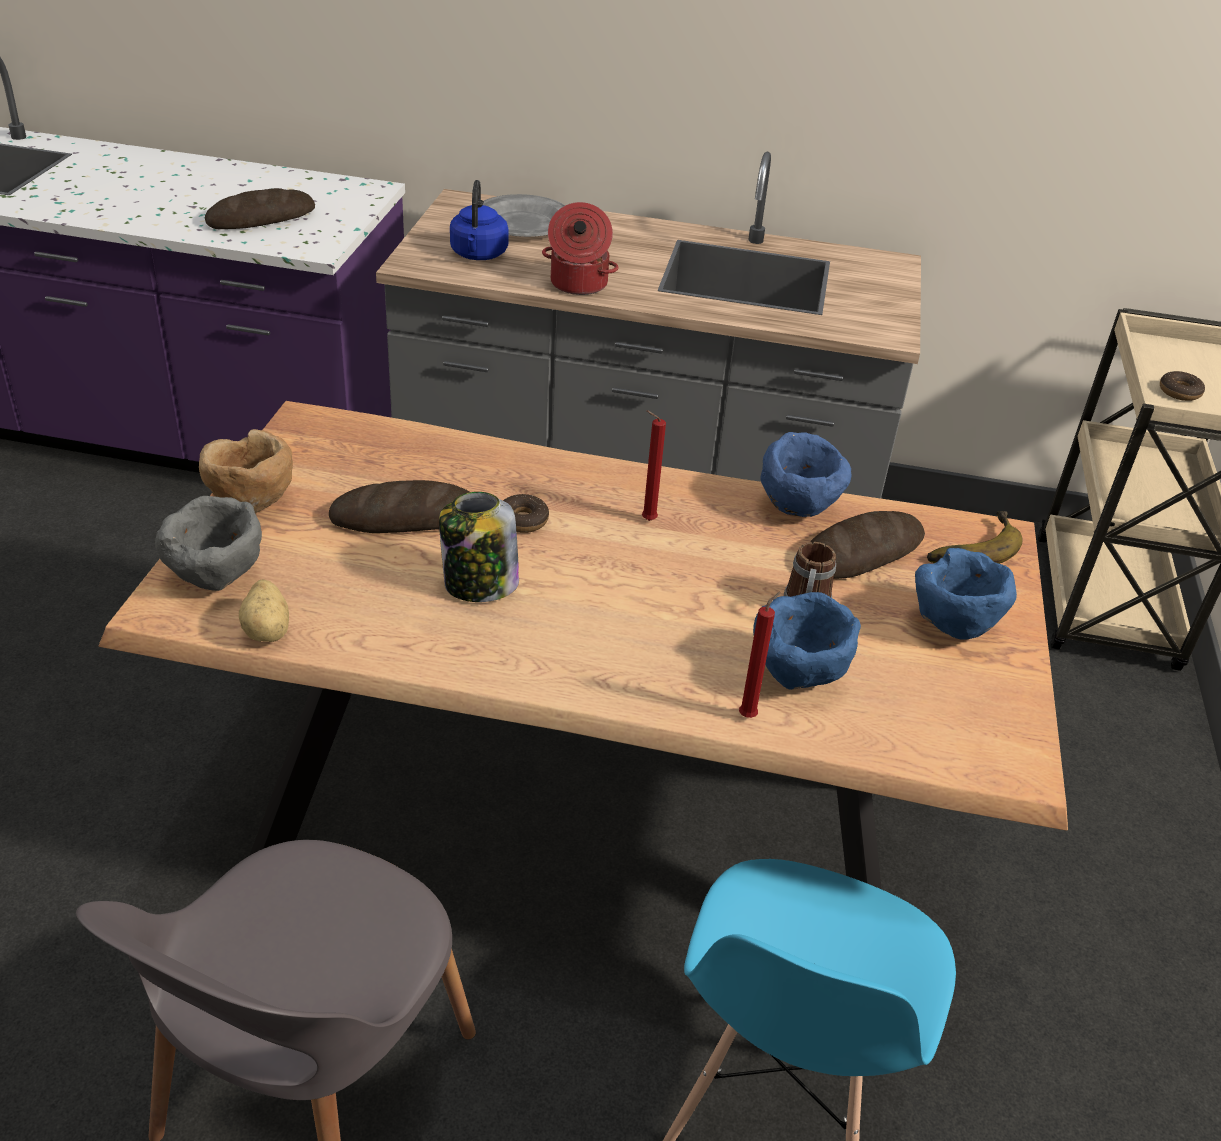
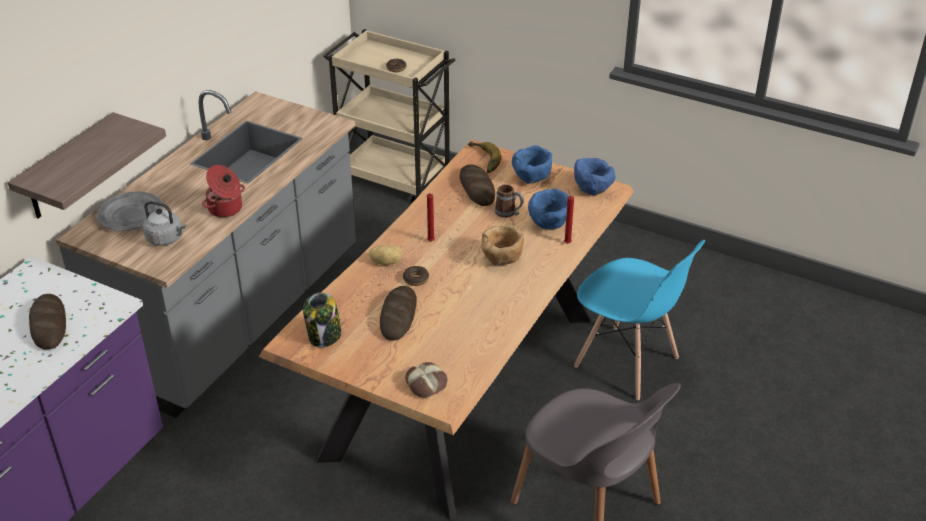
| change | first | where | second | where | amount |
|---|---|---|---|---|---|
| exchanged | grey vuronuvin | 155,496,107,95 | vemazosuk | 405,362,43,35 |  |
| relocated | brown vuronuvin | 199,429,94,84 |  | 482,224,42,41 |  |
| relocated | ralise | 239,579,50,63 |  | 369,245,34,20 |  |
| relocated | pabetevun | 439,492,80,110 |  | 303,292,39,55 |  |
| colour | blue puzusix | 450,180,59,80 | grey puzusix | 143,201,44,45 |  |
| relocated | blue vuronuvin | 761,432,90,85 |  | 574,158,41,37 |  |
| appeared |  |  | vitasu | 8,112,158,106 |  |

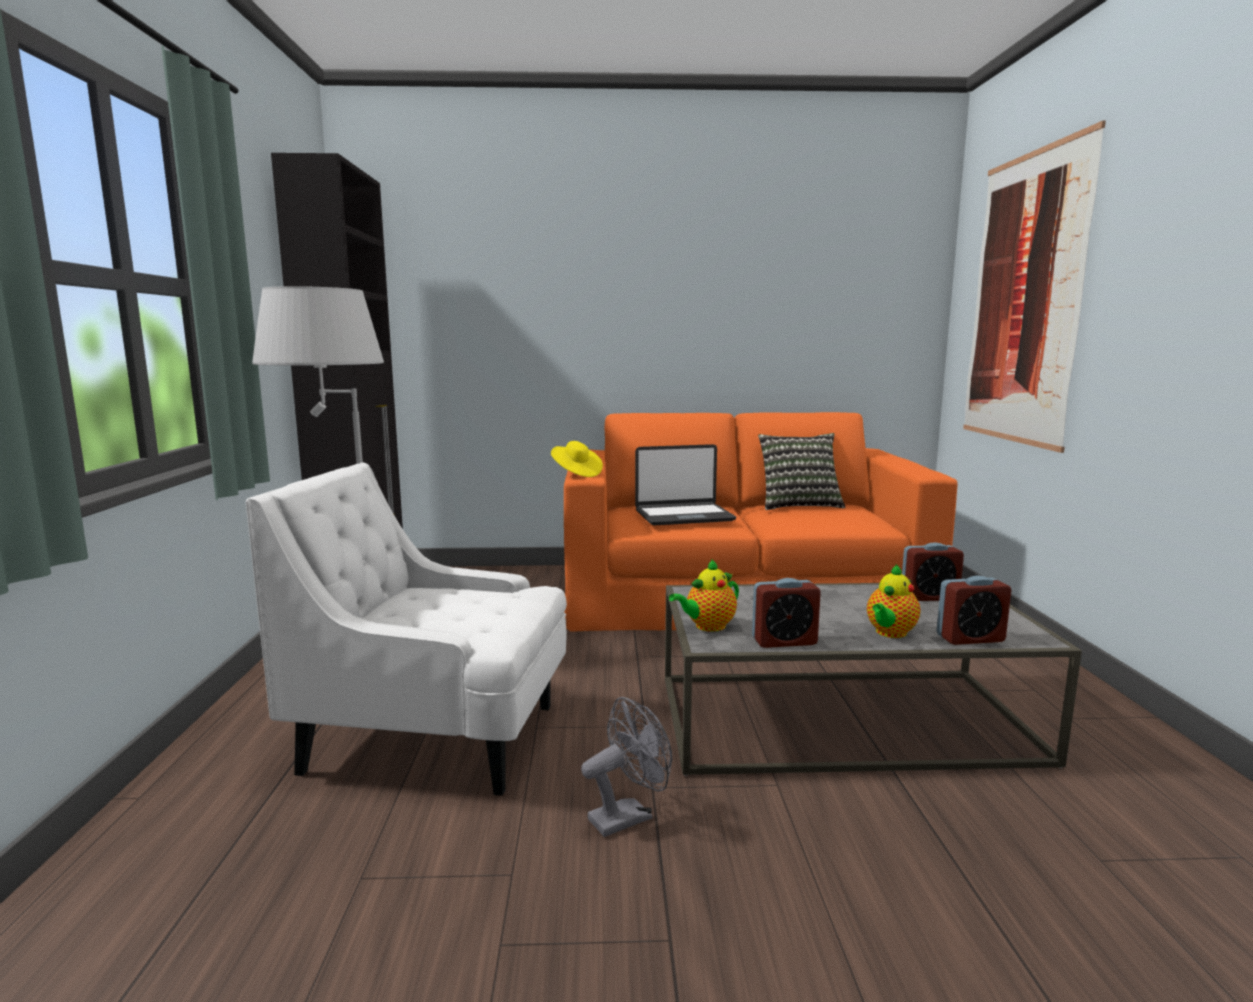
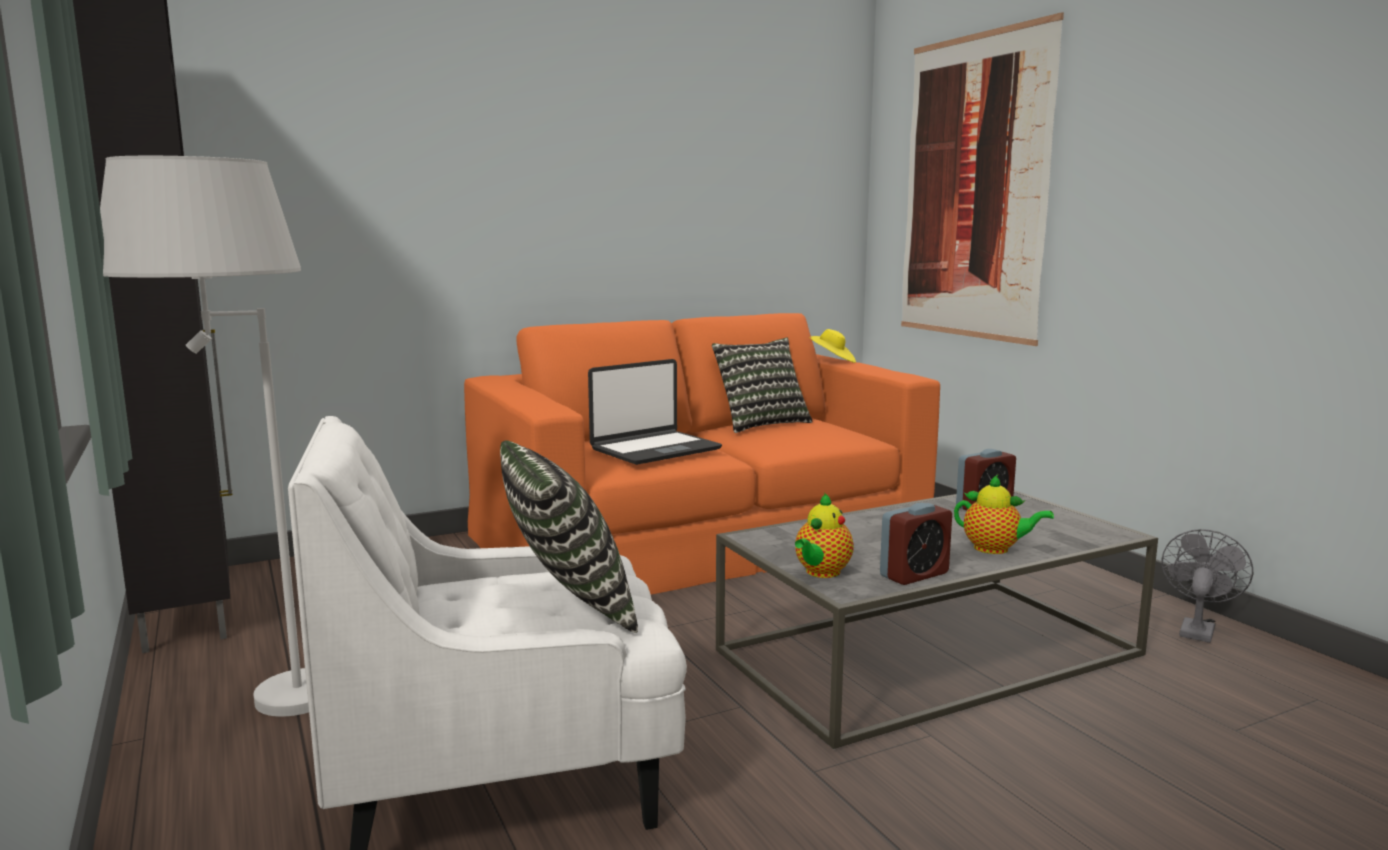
| change | first | where | second | where | amount |
|---|---|---|---|---|---|
| relocated | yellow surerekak | 551,441,52,36 |  | 809,329,47,34 |  |
| relocated | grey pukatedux | 581,697,91,140 |  | 1162,529,91,114 |  |
| spun | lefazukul | 867,564,53,74 |  | 954,475,100,79 | 75 degrees counterclockwise |
| missing | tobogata | 937,575,74,70 |  |  |  |
| appeared |  |  | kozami | 500,440,138,193 |  |

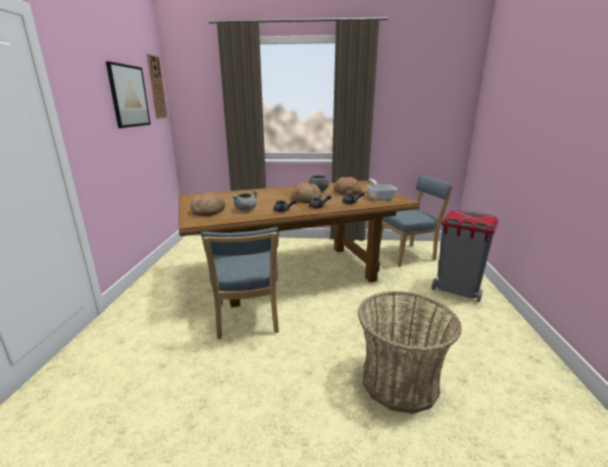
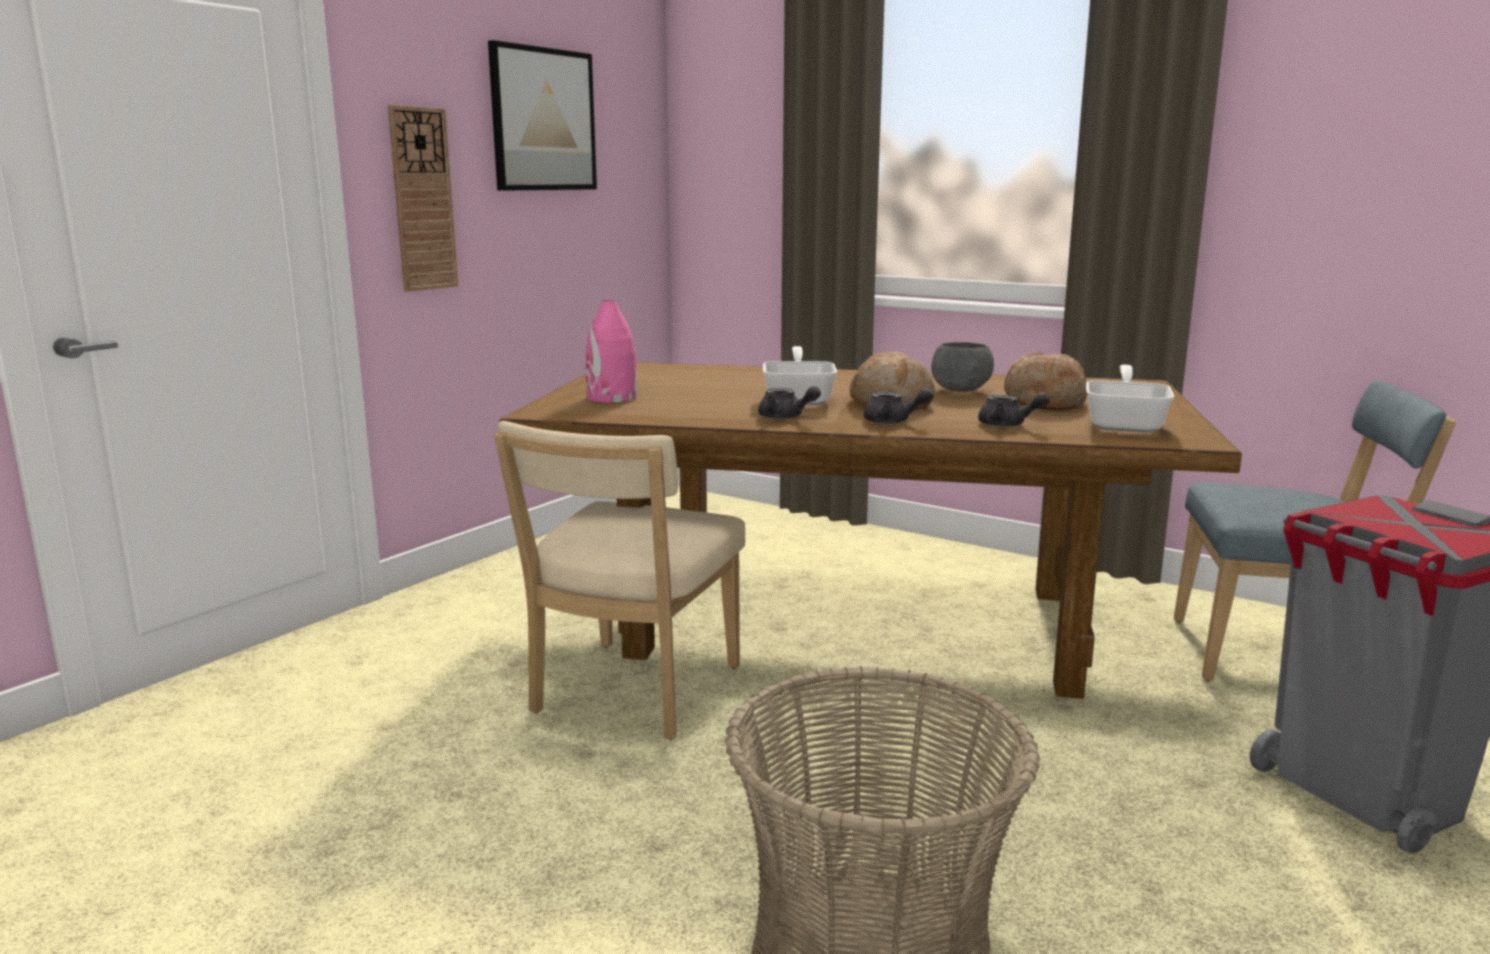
| change | first | where | second | where | amount |
|---|---|---|---|---|---|
| relocated | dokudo | 147,54,21,65 |  | 388,105,70,187 |  |
| exchanged | vemazosuk | 190,192,35,24 | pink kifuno | 586,300,51,103 |  |
| colour | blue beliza | 201,227,78,112 | beige beliza | 494,421,251,318 |  |
| missing | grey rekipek | 232,190,26,21 |  |  |  |
| appeared |  |  | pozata | 763,346,74,59 |  |

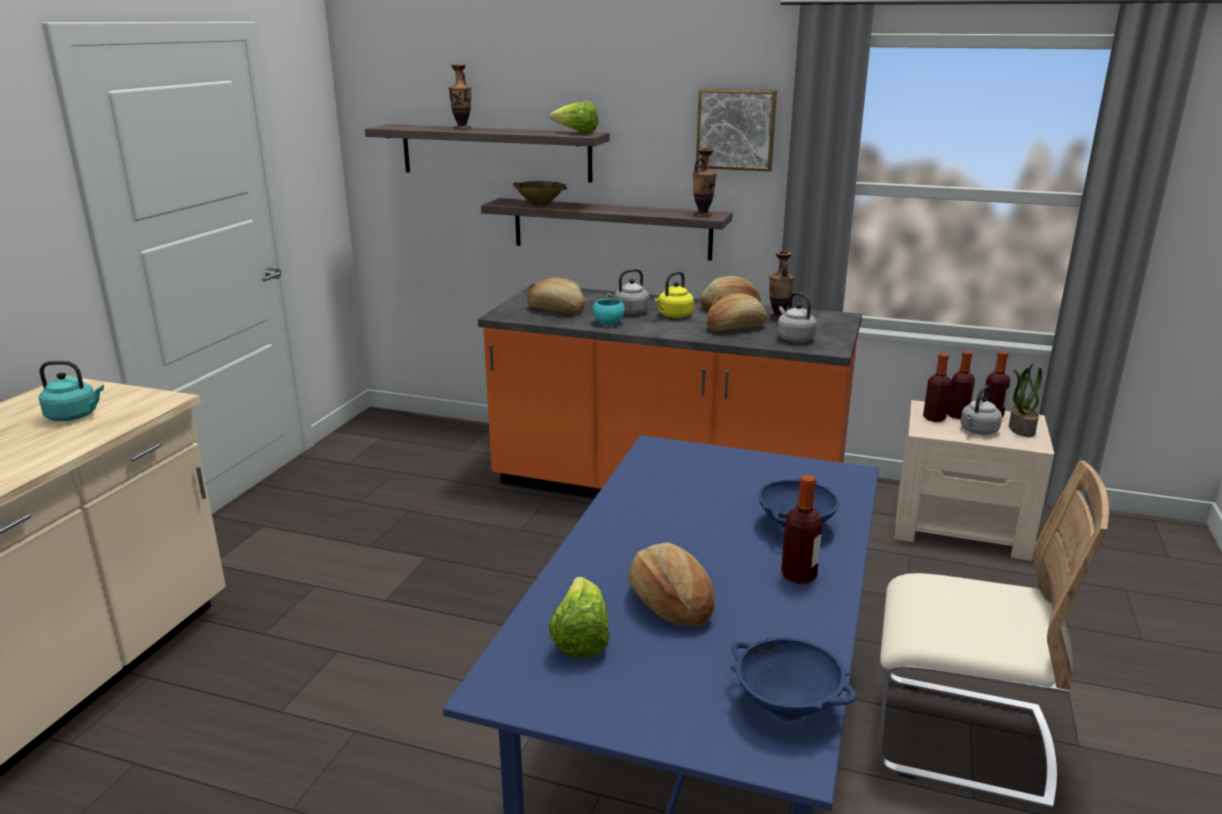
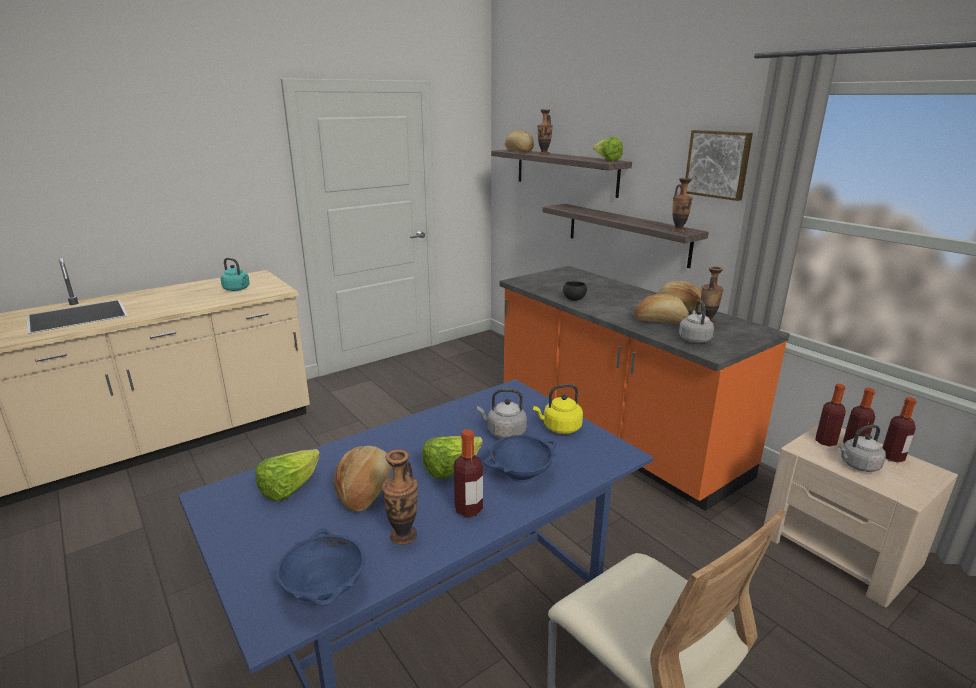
| change | first | where | second | where | amount |
|---|---|---|---|---|---|
| missing | beige vuronuvin | 513,181,54,25 |  |  |  |
| relocated | vemazosuk | 527,278,58,35 |  | 505,131,29,22 |  |
| colour | turquoise vuronuvin | 593,299,32,26 | black vuronuvin | 563,281,24,20 |  |
| relocated | grey puzusix | 606,269,43,46 |  | 477,389,50,50 |  |
| relocated | yellow puzusix | 654,271,40,47 |  | 533,384,50,50 |  |
| missing | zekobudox | 1009,363,33,74 |  |  |  |
| appeared |  |  | kifuno | 382,450,36,95 |  |
| appeared |  |  | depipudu | 422,436,61,43 |  |

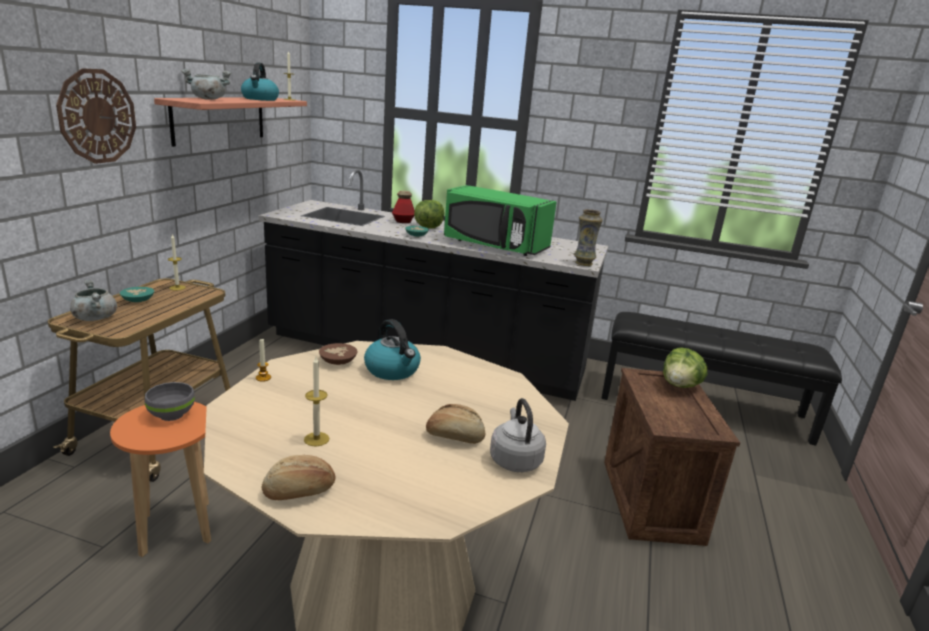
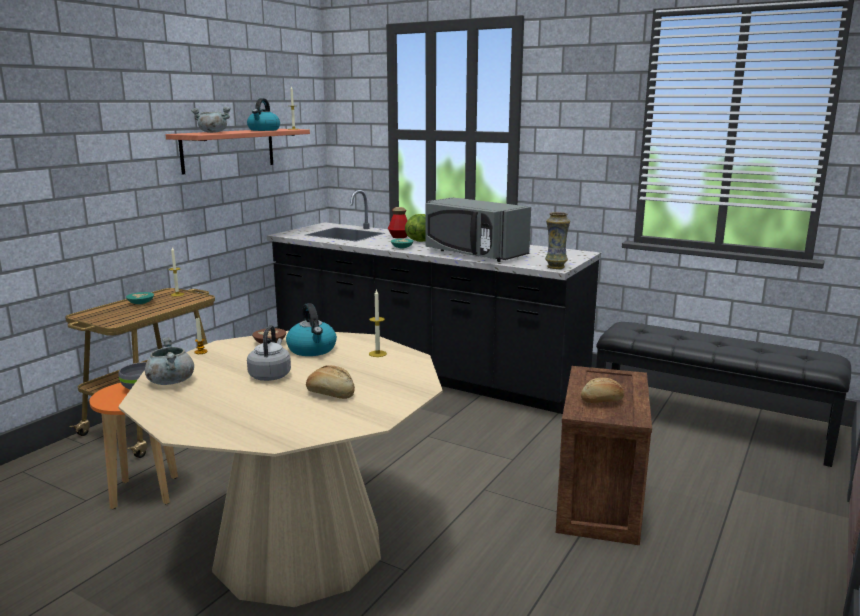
| change | first | where | second | where | amount |
|---|---|---|---|---|---|
| missing | dokudo | 56,68,80,96 |  |  |  |
| relocated | grey rekipek | 70,280,47,41 |  | 145,337,49,48 |  |
| relocated | vemazosuk | 262,455,73,45 |  | 581,378,43,25 |  |
| relocated | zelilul | 304,357,25,89 |  | 369,289,18,68 |  |
| colour | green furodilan | 444,185,113,71 | grey furodilan | 425,197,106,65 |  |
| relocated | grey puzusix | 490,398,56,74 |  | 247,325,44,56 |  |
| missing | depipudu | 663,347,44,41 |  |  |  |

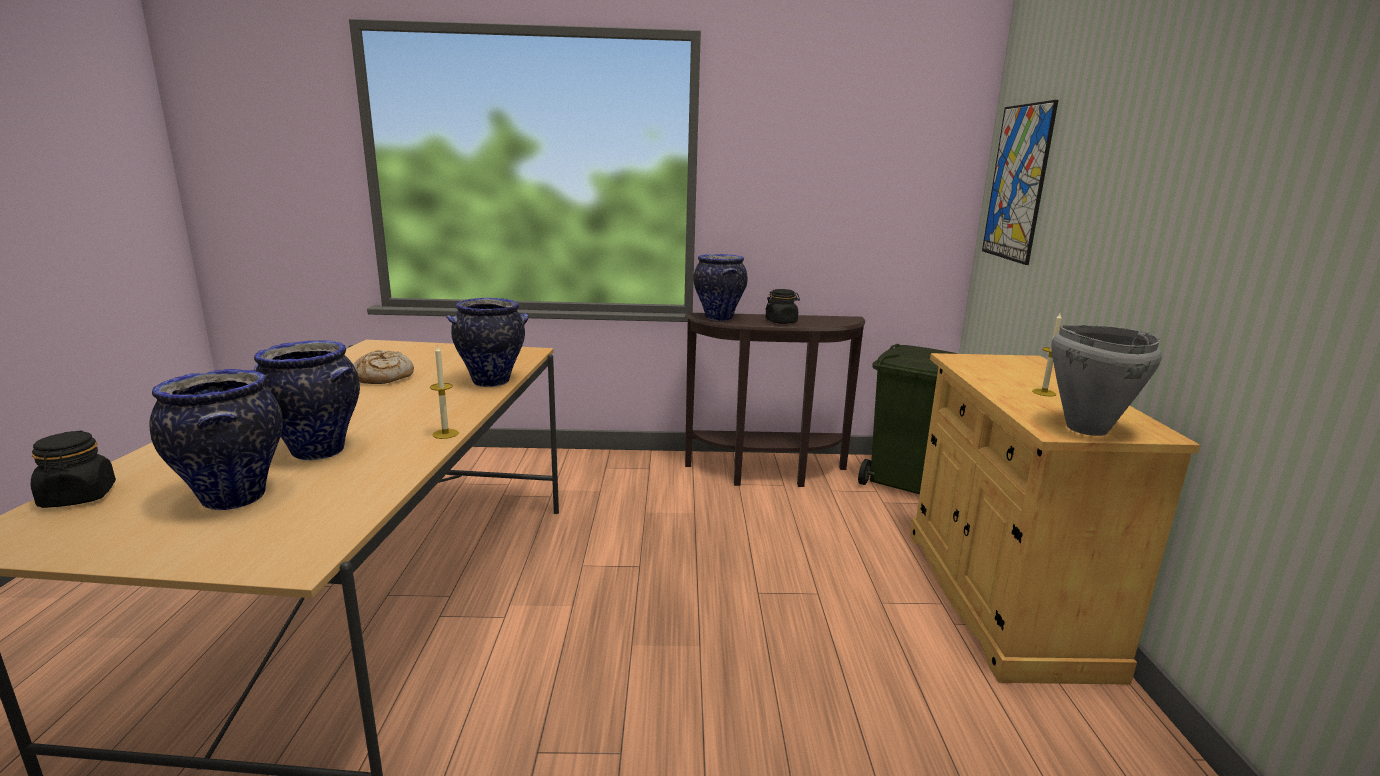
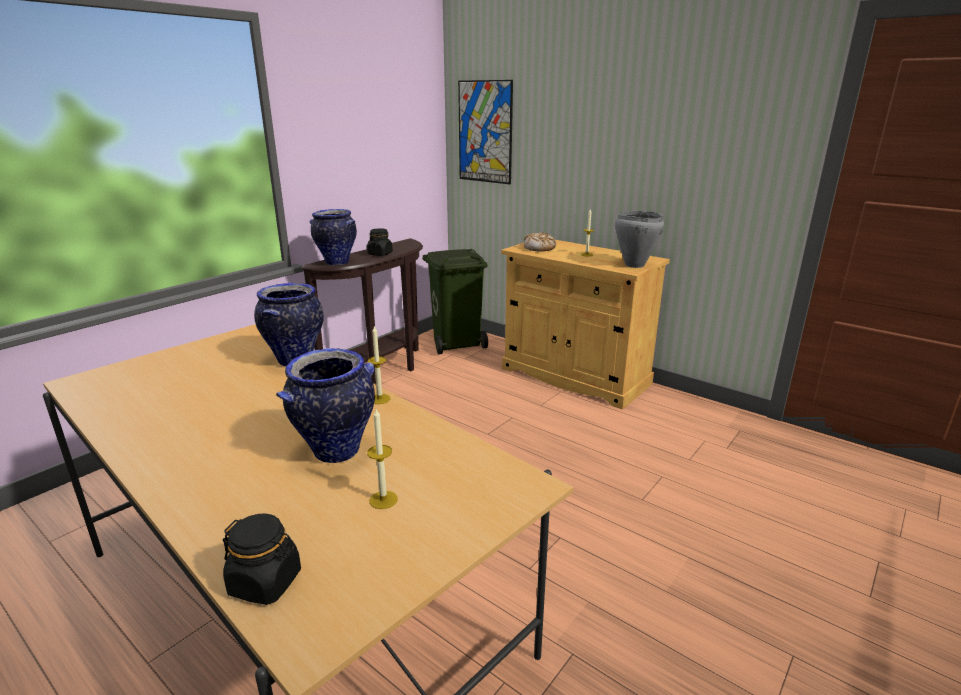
| change | first | where | second | where | amount |
|---|---|---|---|---|---|
| exchanged | kifuno | 149,369,134,141 | zelilul | 367,409,31,100 |  |
| relocated | vemazosuk | 353,350,61,34 |  | 524,232,32,20 |  |

